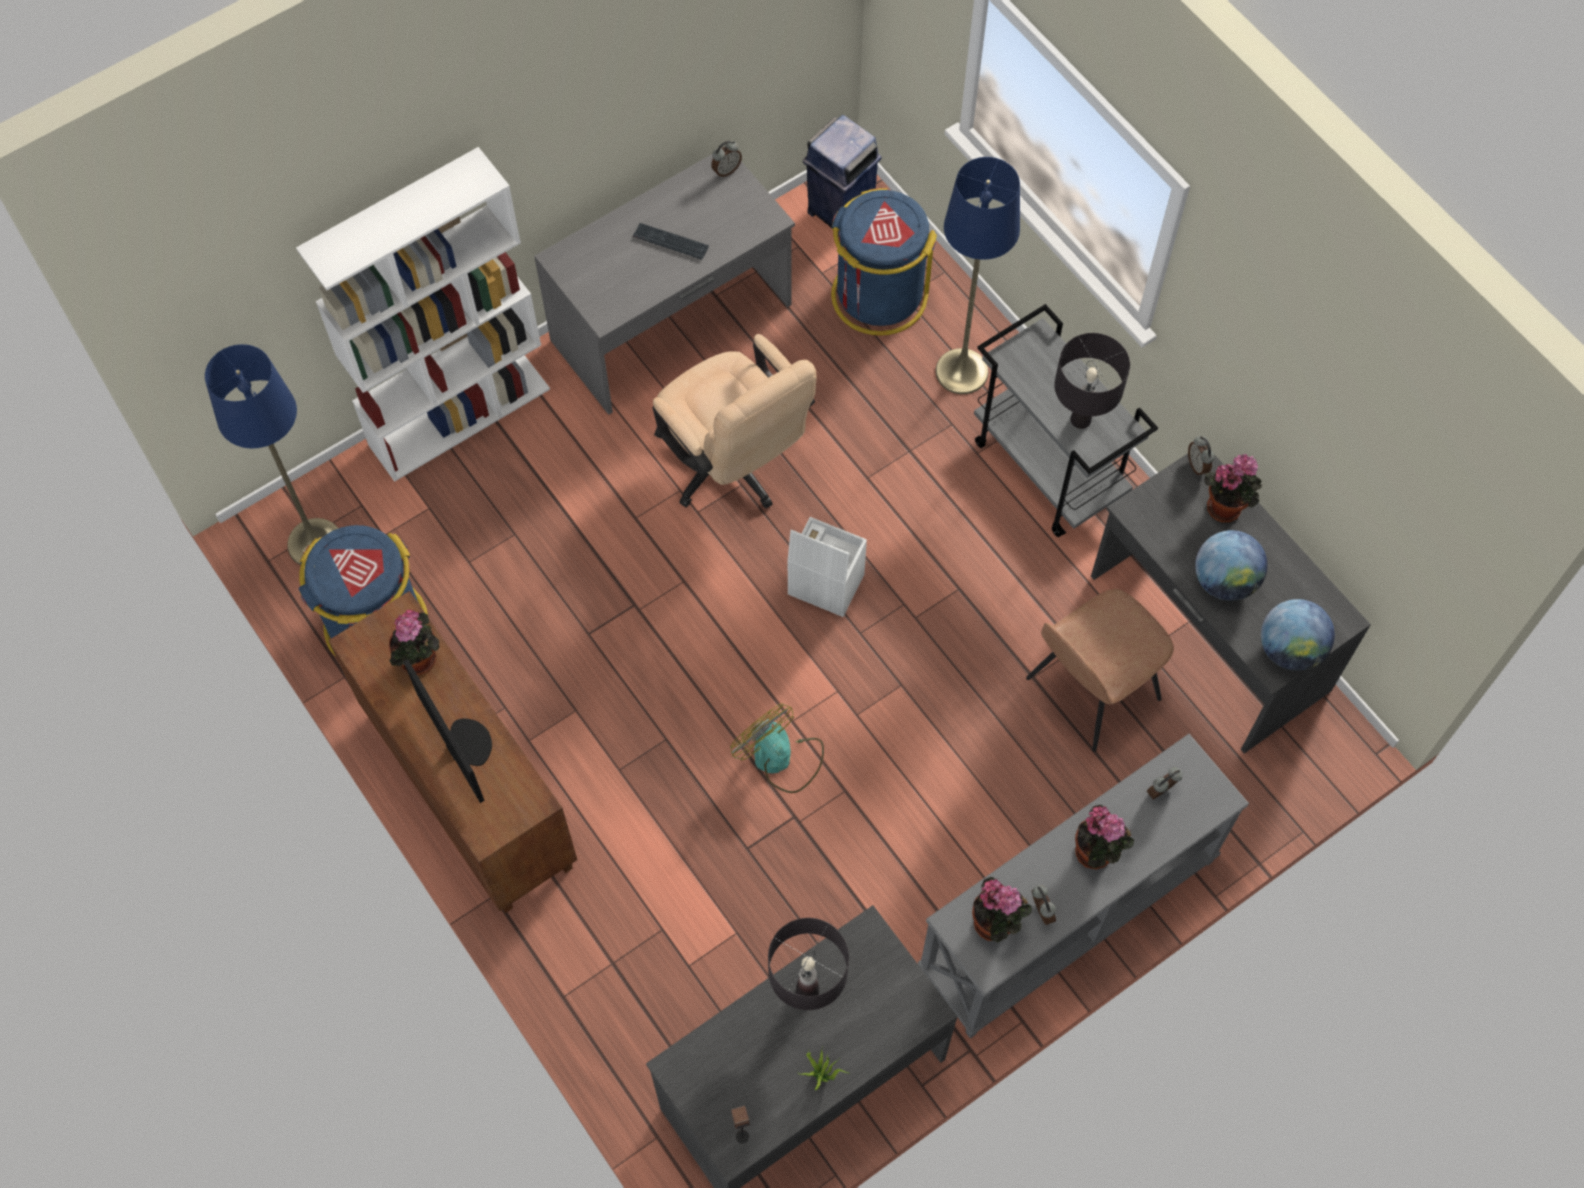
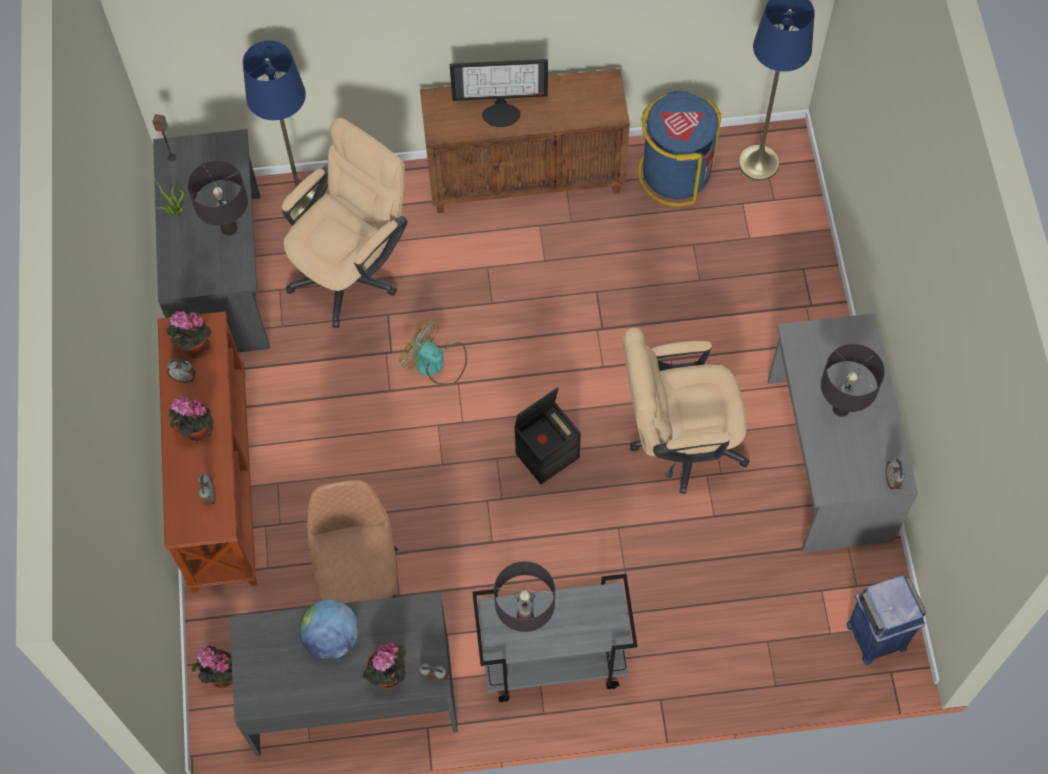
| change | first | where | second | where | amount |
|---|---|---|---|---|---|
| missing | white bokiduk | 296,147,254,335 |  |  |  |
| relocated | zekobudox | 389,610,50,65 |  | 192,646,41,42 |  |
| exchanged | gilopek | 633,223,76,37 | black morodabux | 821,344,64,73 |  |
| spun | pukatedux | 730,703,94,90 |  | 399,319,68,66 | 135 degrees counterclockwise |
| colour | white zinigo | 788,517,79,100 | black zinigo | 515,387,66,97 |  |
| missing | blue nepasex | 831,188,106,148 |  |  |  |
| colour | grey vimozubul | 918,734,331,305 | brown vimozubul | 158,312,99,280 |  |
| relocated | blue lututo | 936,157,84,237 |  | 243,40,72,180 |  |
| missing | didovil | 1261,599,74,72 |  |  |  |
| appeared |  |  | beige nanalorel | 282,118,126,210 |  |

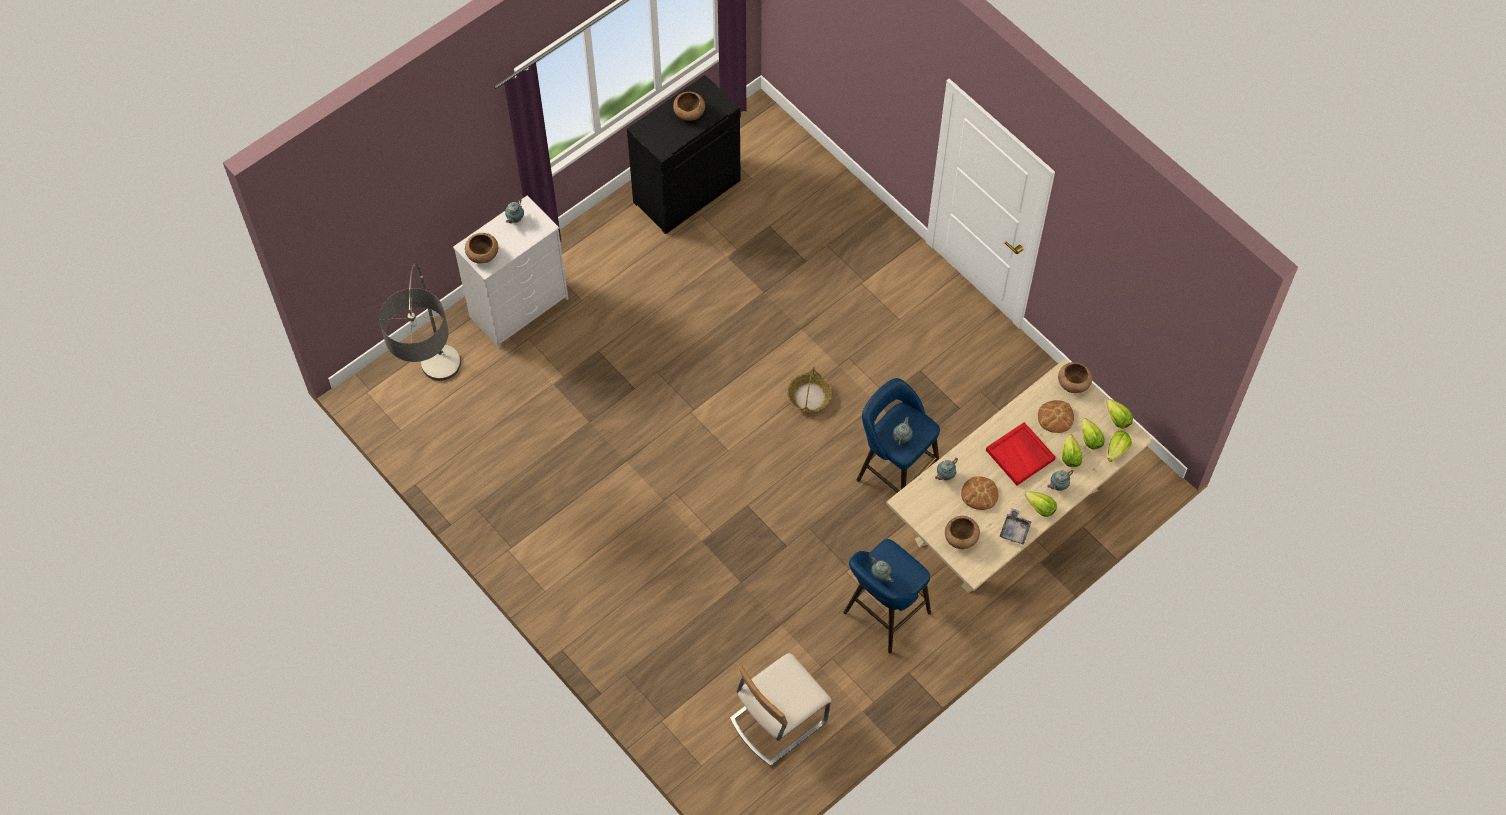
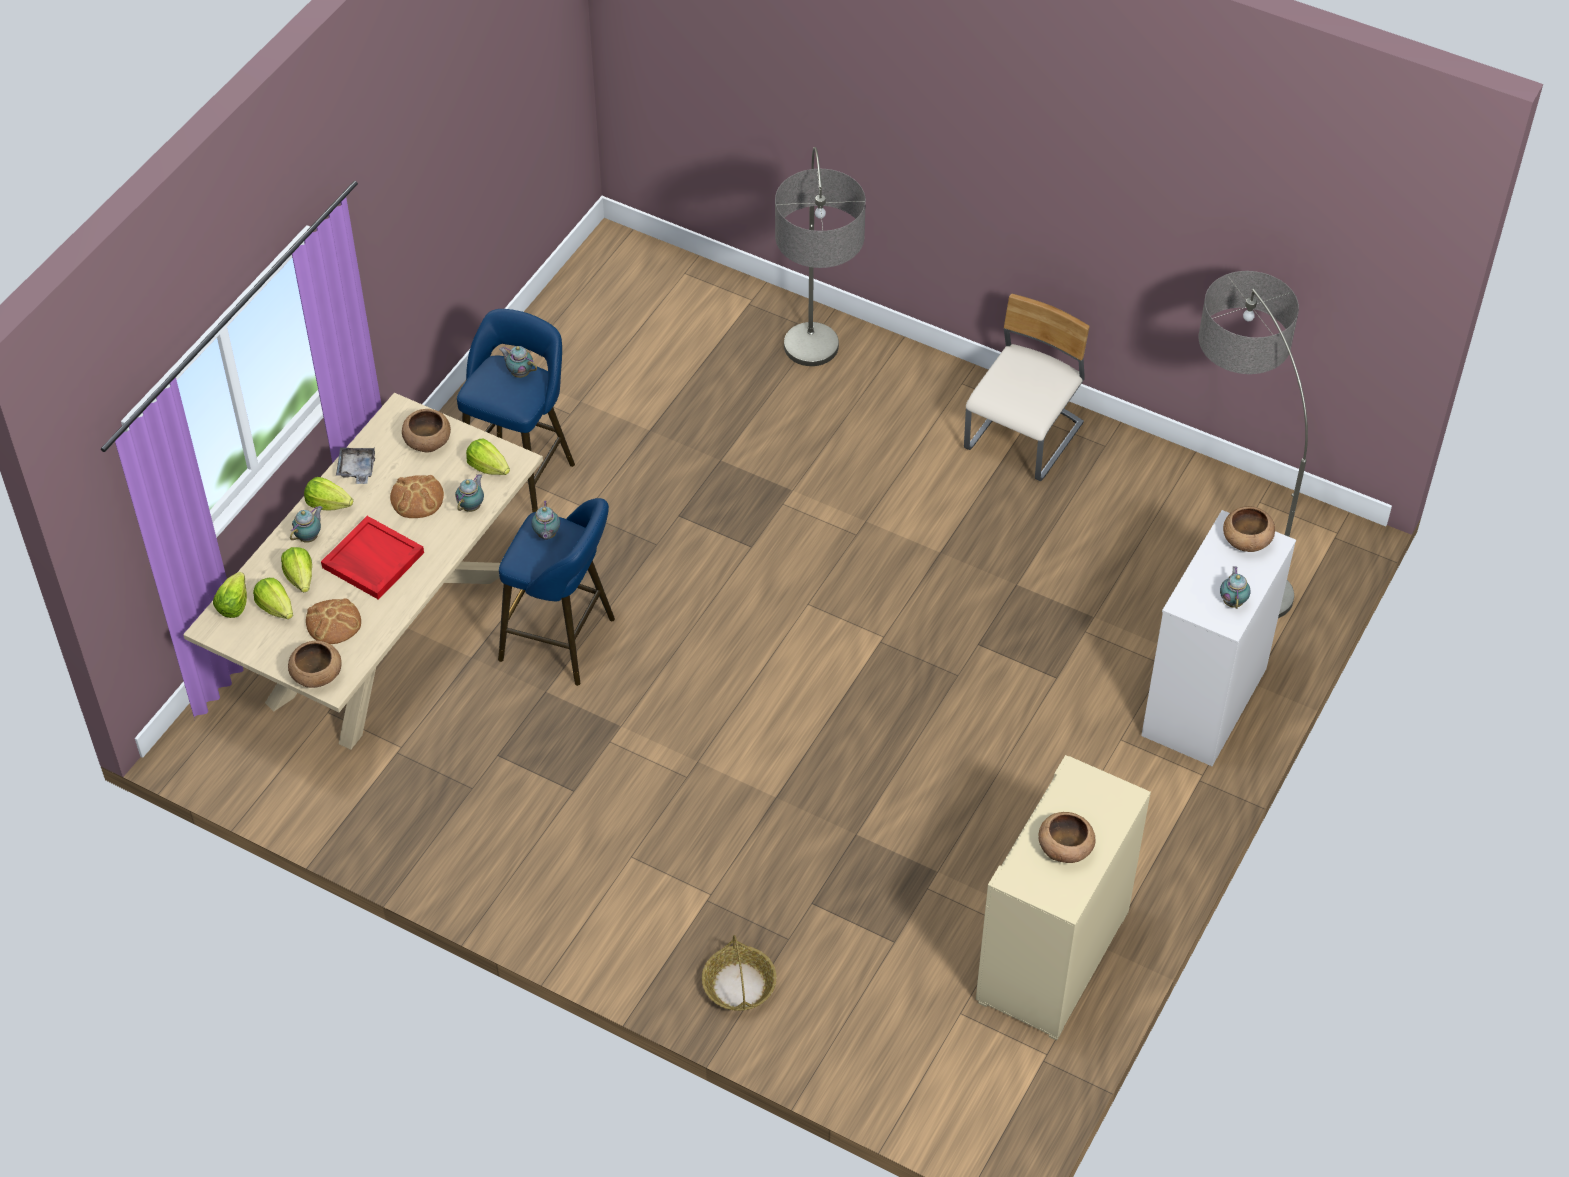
| change | first | where | second | where | amount |
|---|---|---|---|---|---|
| colour | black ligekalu | 627,75,114,159 | beige ligekalu | 976,755,175,286 |  |
| relocated | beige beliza | 730,653,101,113 |  | 964,294,126,187 |  |
| relocated | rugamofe | 787,367,45,45 |  | 702,935,75,76 |  |
| relocated | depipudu | 1106,399,27,29 |  | 466,439,44,36 |  |
| appeared |  |  | lututo | 775,147,91,219 |  |

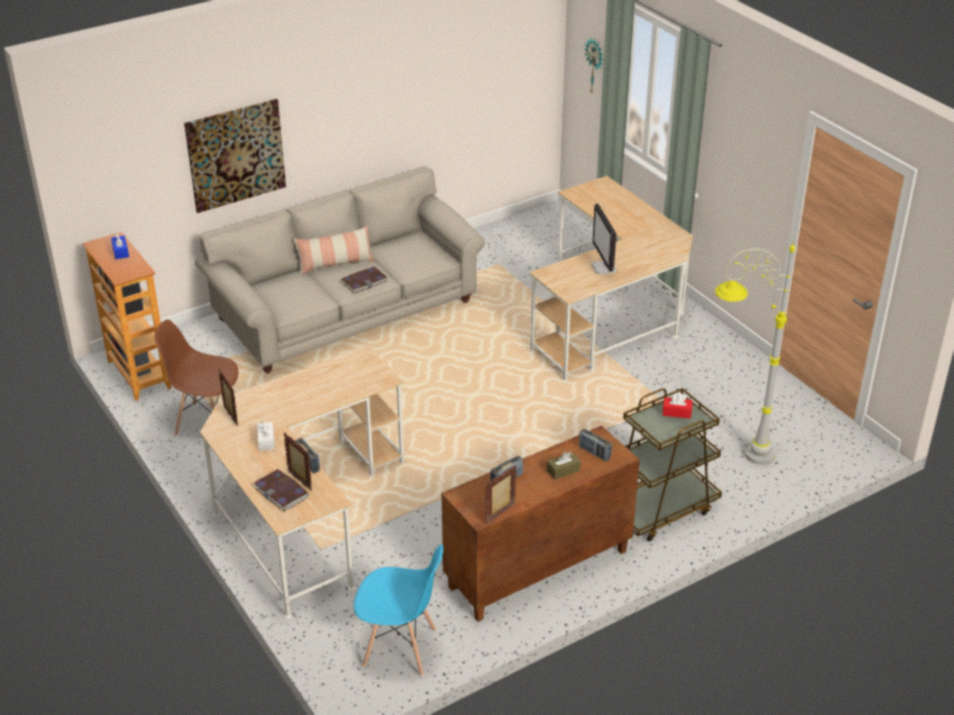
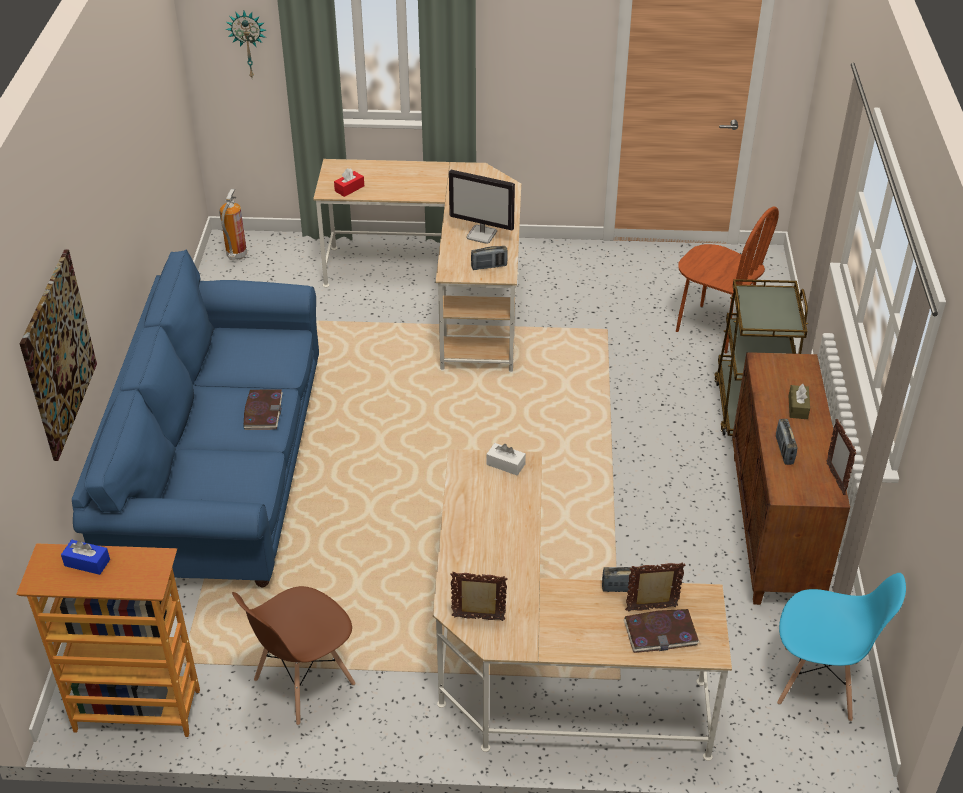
| change | first | where | second | where | amount |
|---|---|---|---|---|---|
| colour | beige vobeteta | 195,166,290,207 | blue vobeteta | 72,250,247,337 |  |
| relocated | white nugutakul | 257,421,18,30 |  | 486,443,40,33 |  |
| missing | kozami | 294,226,80,49 |  |  |  |
| spun | blue beliza | 354,544,89,132 |  | 777,573,129,148 | 60 degrees clockwise |
| relocated | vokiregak | 579,428,33,33 |  | 471,246,37,24 |  |
| relocated | red nugutakul | 663,393,29,26 |  | 334,168,30,29 |  |
| exchanged | grey lututo | 715,240,80,225 | brown beliza | 676,207,103,147 |  |
| appeared |  |  | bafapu | 219,189,28,71 |  |

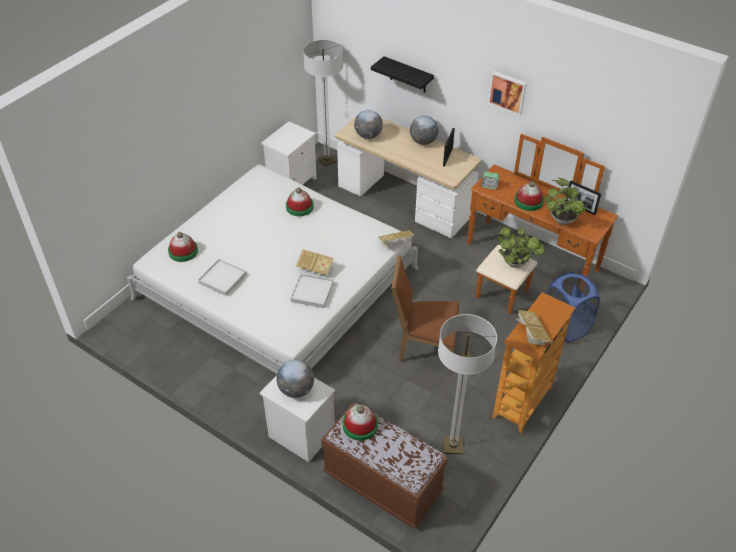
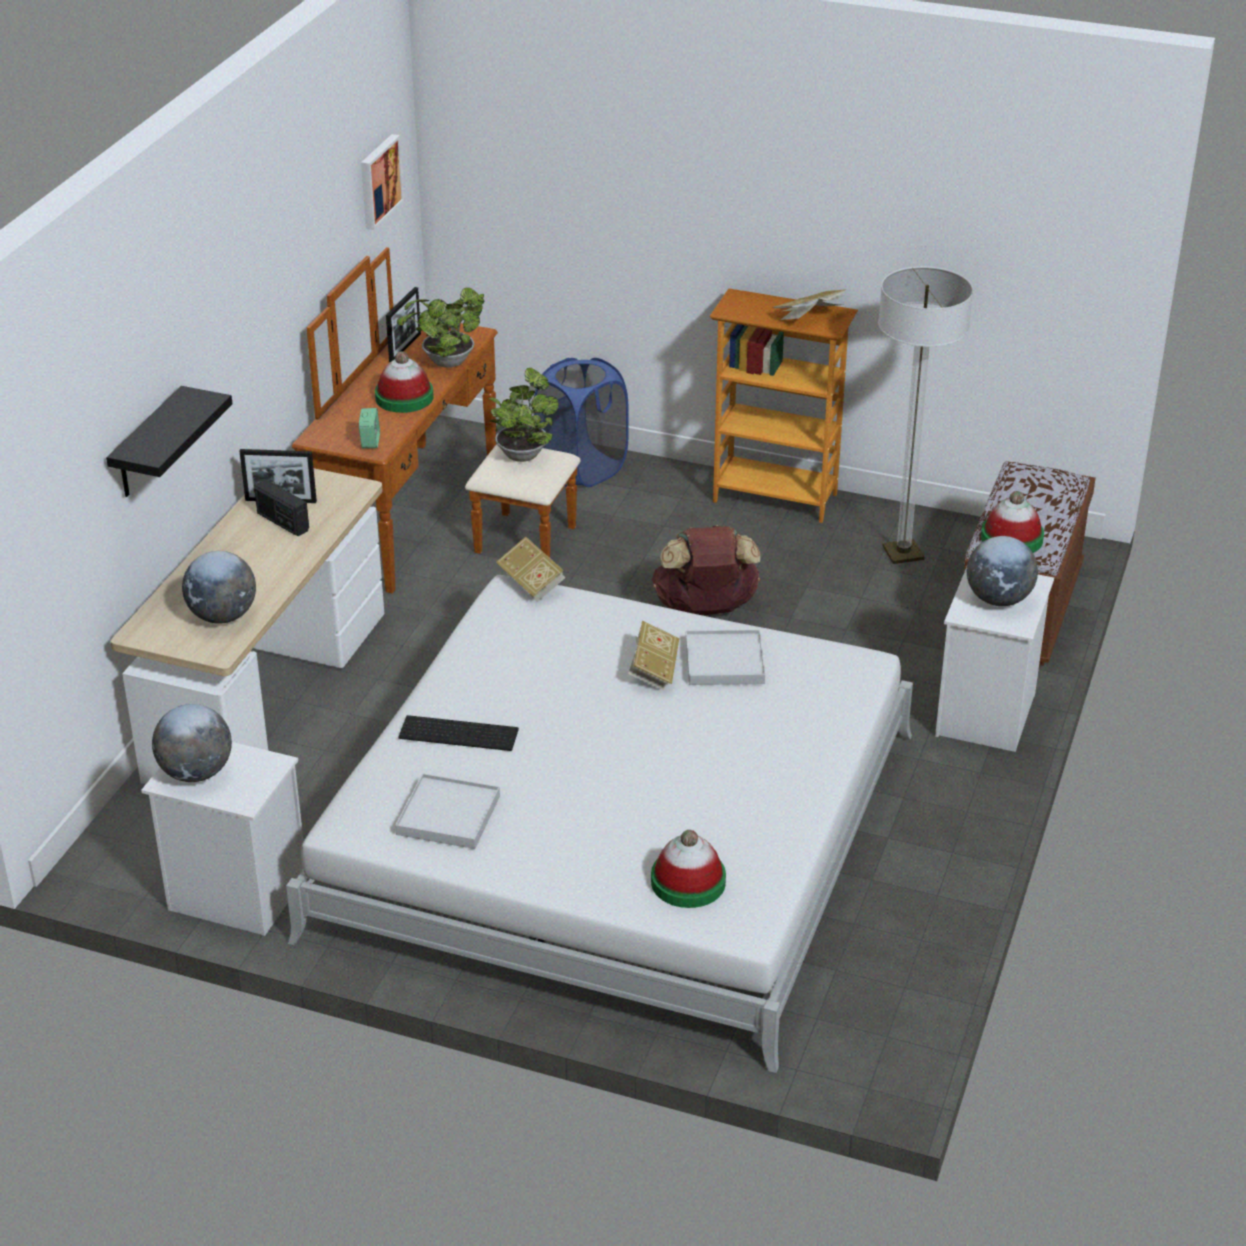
| change | first | where | second | where | amount |
|---|---|---|---|---|---|
| relocated | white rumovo | 198,259,49,37 |  | 395,774,105,75 |  |
| exchanged | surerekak | 286,188,28,28 | gilopek | 399,715,120,36 |  |
| missing | lututo | 303,39,40,127 |  |  |  |
| exchanged | brown beliza | 391,255,68,118 | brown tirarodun | 652,525,108,90 |  |
| relocated | didovil | 410,116,29,29 |  | 152,704,80,78 |  |
| relocated | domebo | 488,71,39,45 |  | 361,134,43,96 |  |
| appeared |  |  | vokiregak | 254,480,55,56 |  |

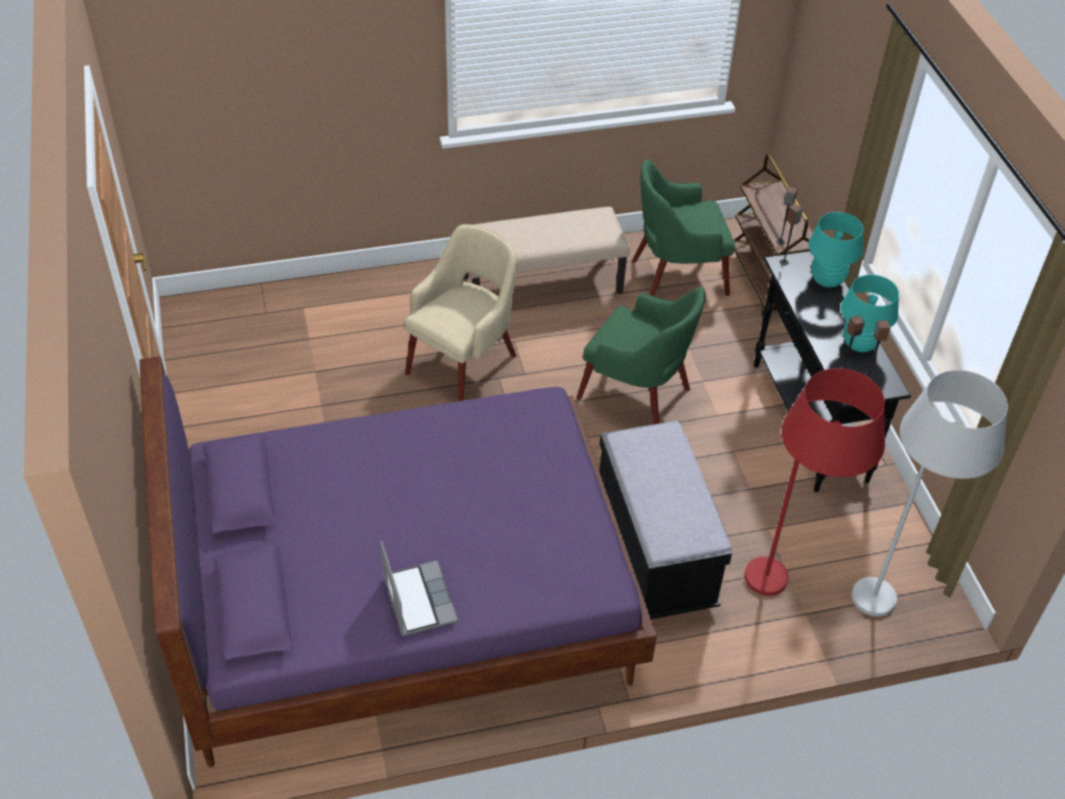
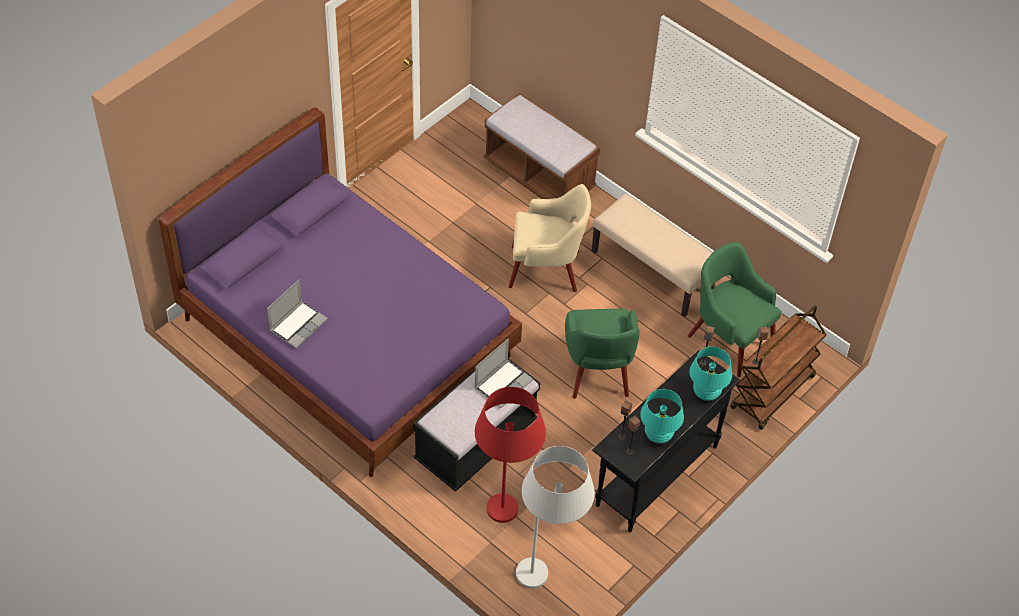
| change | first | where | second | where | amount |
|---|---|---|---|---|---|
| appeared |  |  | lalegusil | 474,338,59,70 |  |
| appeared |  |  | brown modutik | 484,93,117,106 |  |

